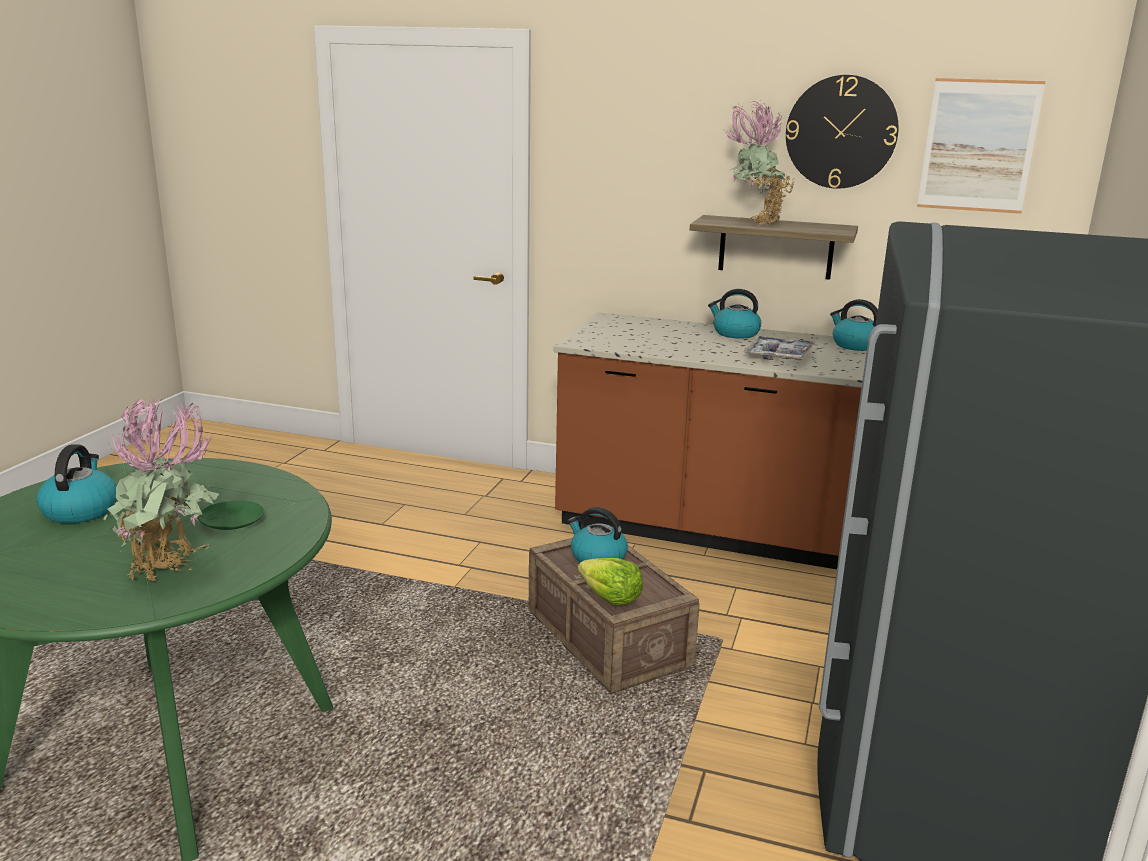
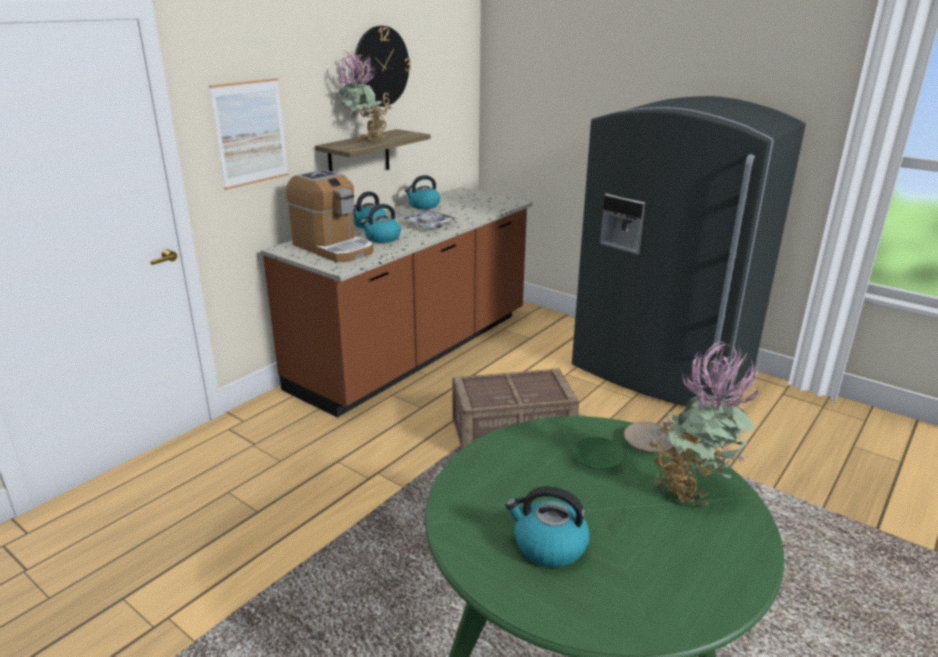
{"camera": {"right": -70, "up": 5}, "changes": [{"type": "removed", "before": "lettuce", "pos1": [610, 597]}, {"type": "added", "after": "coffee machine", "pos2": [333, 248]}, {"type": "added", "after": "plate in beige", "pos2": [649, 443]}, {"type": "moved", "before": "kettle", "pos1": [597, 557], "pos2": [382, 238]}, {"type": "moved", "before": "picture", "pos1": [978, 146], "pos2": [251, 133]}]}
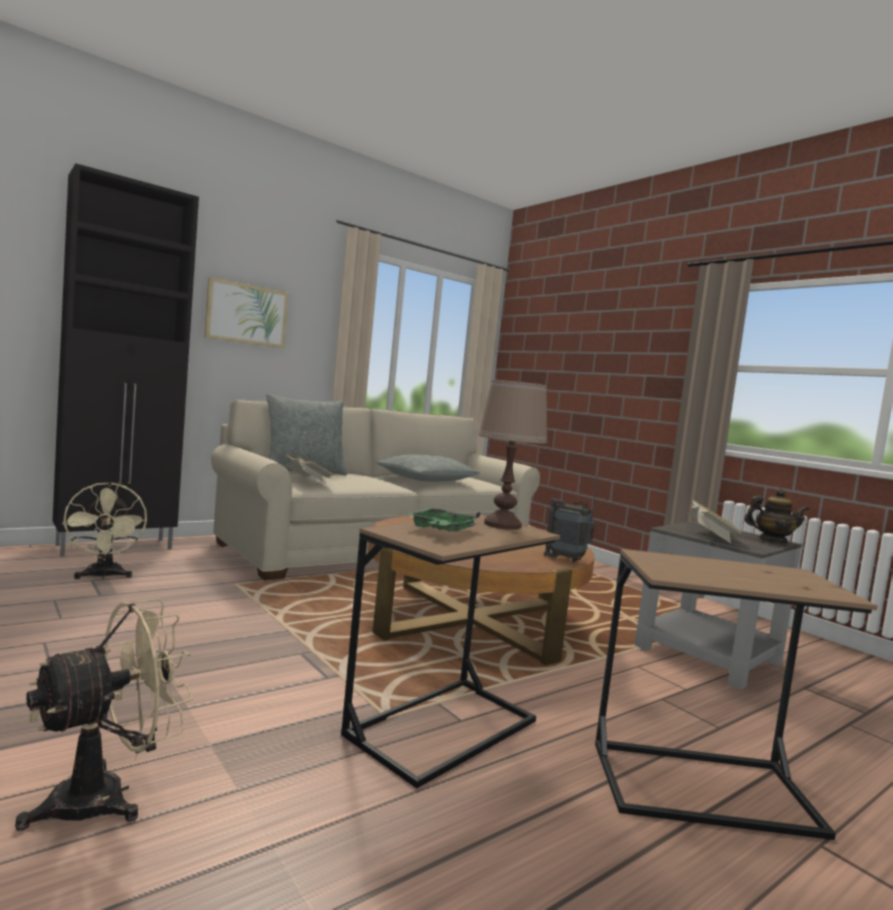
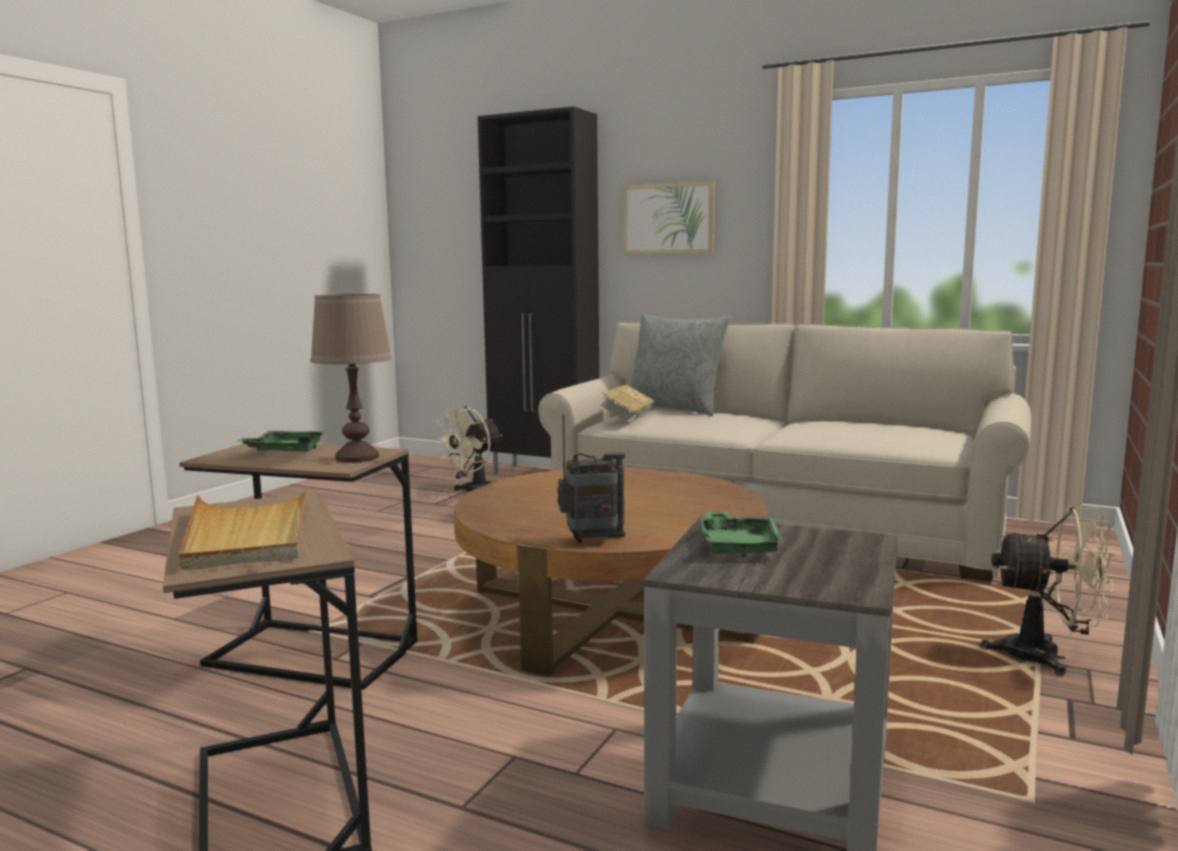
{"camera": {"right": 65, "up": 5}, "changes": [{"type": "removed", "before": "pillow in grey", "pos1": [426, 479]}, {"type": "removed", "before": "teapot", "pos1": [772, 541]}, {"type": "added", "after": "tray in beige", "pos2": [248, 534]}, {"type": "moved", "before": "fan in beige", "pos1": [107, 796], "pos2": [1047, 657]}, {"type": "replaced", "before": "book", "after": "tray in green", "pos1": [710, 535], "pos2": [738, 546]}, {"type": "turned", "before": "radio", "pos1": [567, 560], "pos2": [592, 541], "turn": 75}]}
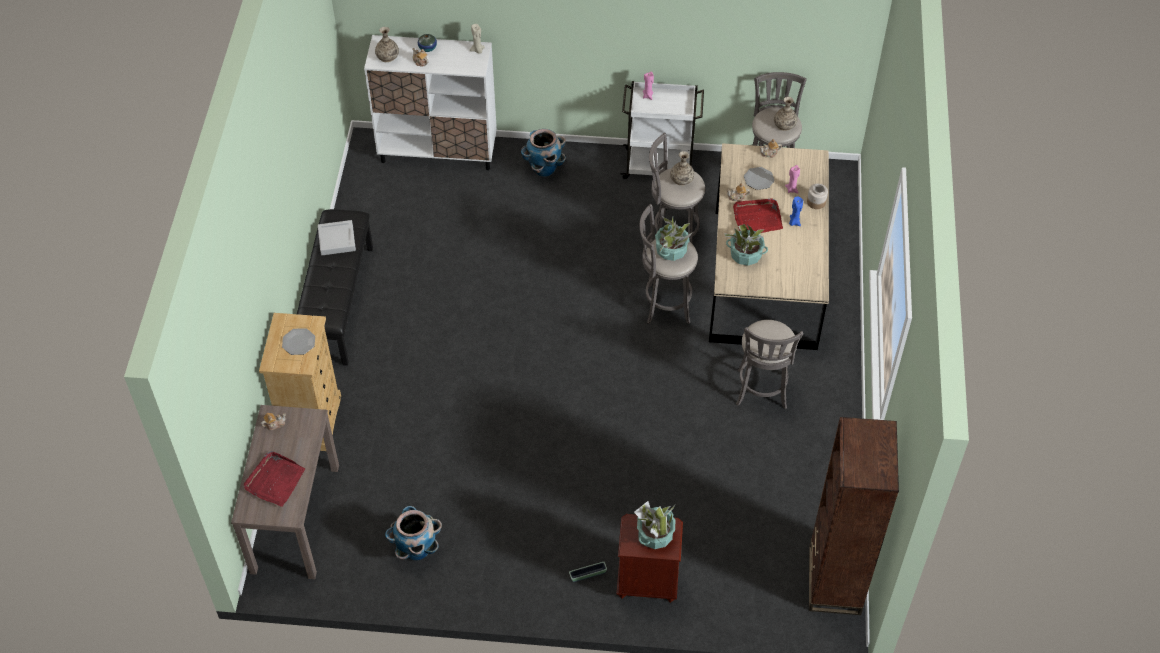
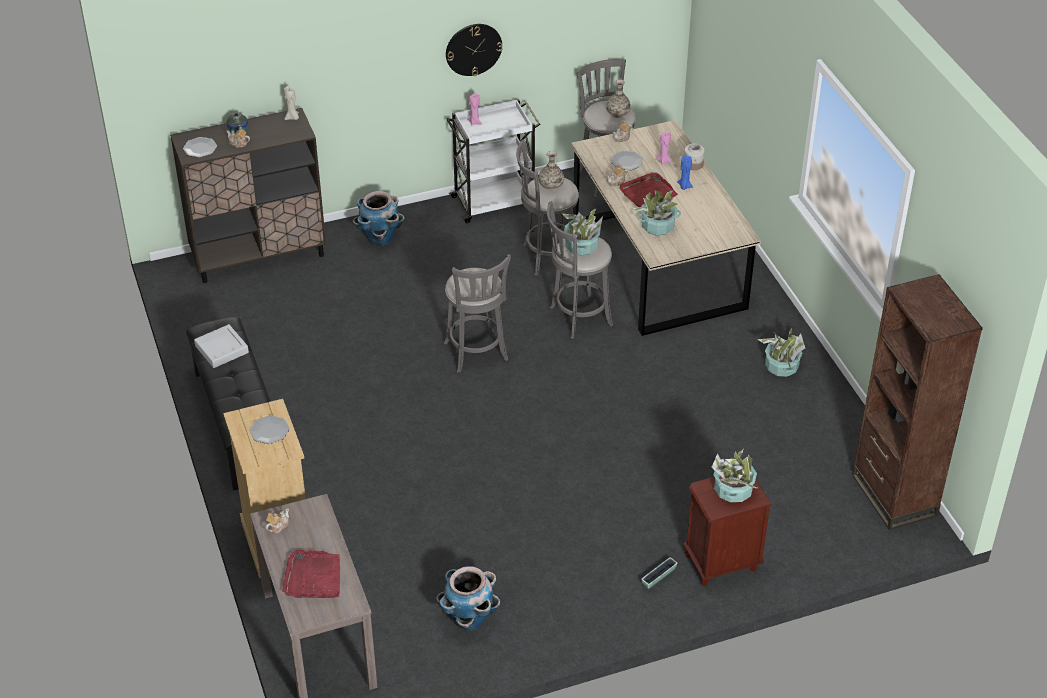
{"camera": {"right": -25, "up": -10}, "changes": [{"type": "added", "after": "wall clock", "pos2": [473, 49]}, {"type": "added", "after": "potted plant", "pos2": [781, 367]}, {"type": "moved", "before": "stool in grey", "pos1": [761, 392], "pos2": [477, 354]}, {"type": "replaced", "before": "vase", "after": "plate", "pos1": [387, 56], "pos2": [200, 148]}, {"type": "recoloured", "before": "cabinet in white", "after": "cabinet in brown", "pos1": [438, 151], "pos2": [259, 255]}]}
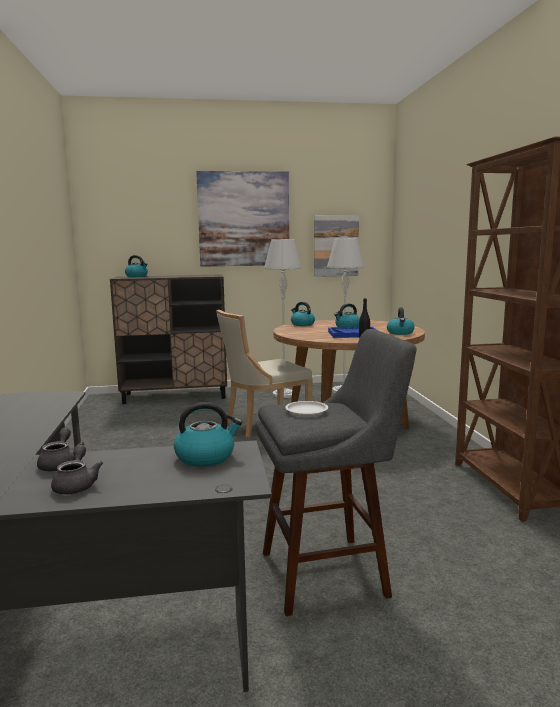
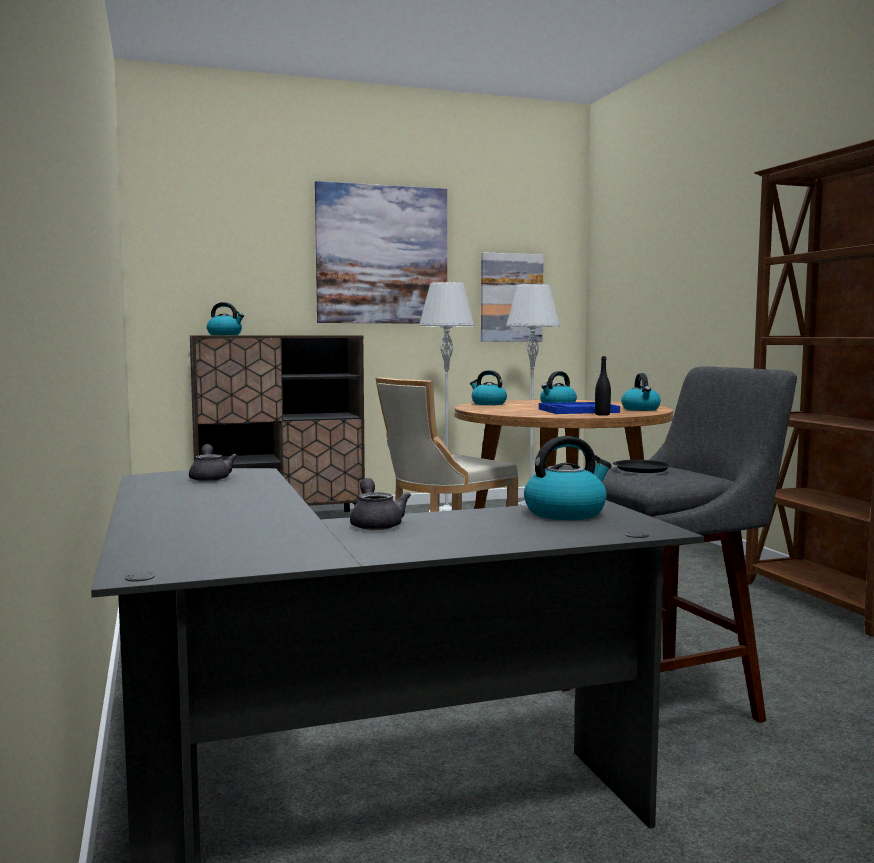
{"camera": {"right": -10, "up": -5}, "changes": [{"type": "moved", "before": "teapot in grey", "pos1": [76, 485], "pos2": [210, 478]}, {"type": "recoloured", "before": "plate in white", "after": "plate in black", "pos1": [306, 411], "pos2": [642, 470]}]}
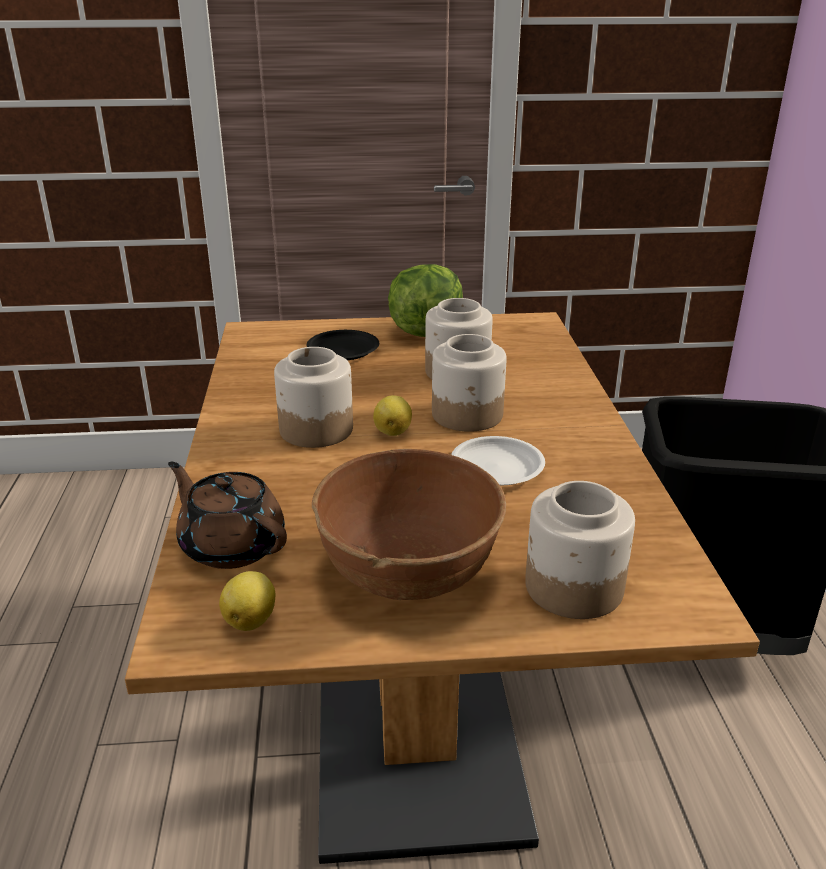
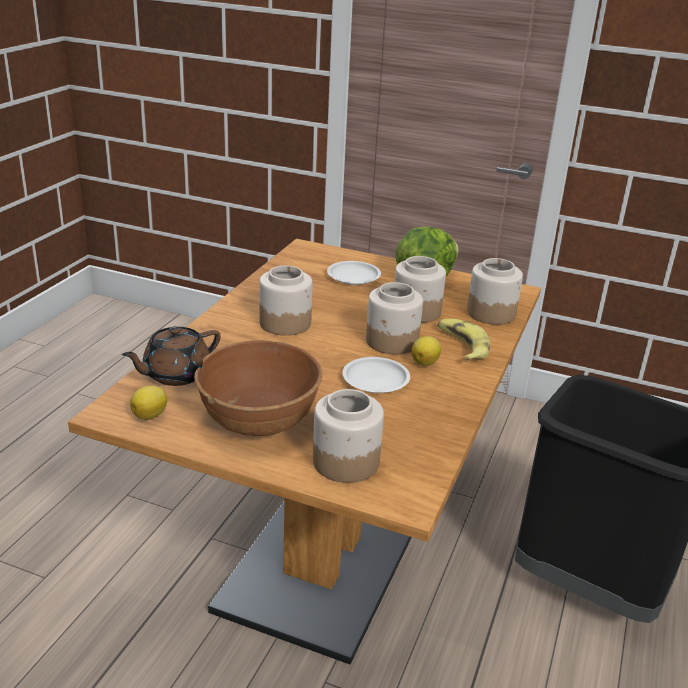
{"camera": {"right": 25, "up": 0}, "changes": [{"type": "added", "after": "banana", "pos2": [461, 346]}, {"type": "added", "after": "jar", "pos2": [491, 313]}, {"type": "moved", "before": "lemon", "pos1": [393, 431], "pos2": [425, 363]}, {"type": "recoloured", "before": "plate in black", "after": "plate in white", "pos1": [343, 350], "pos2": [353, 276]}, {"type": "turned", "before": "teapot in brown", "pos1": [231, 545], "pos2": [175, 374], "turn": -105}]}
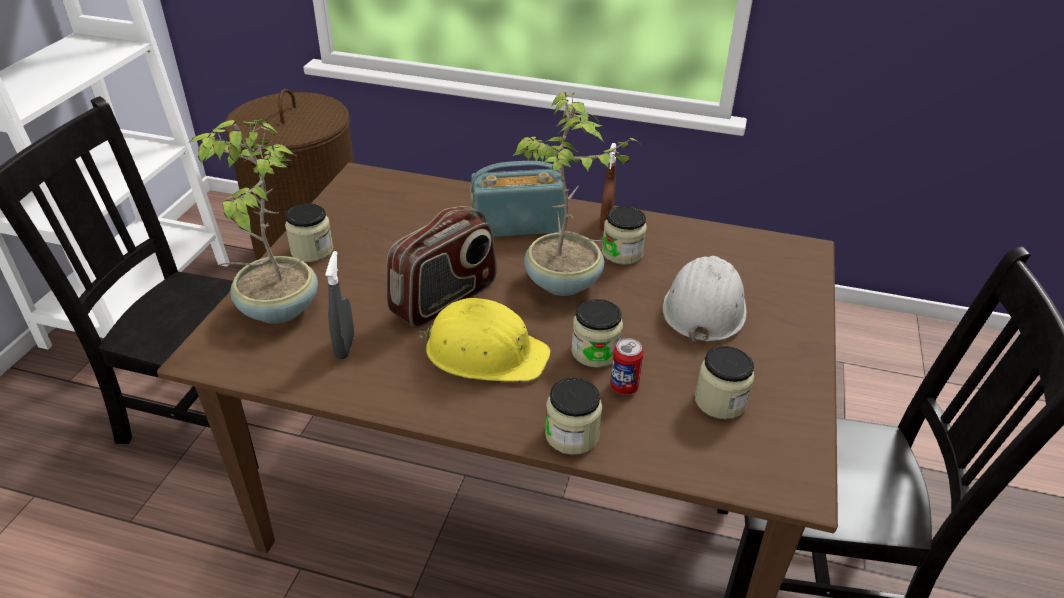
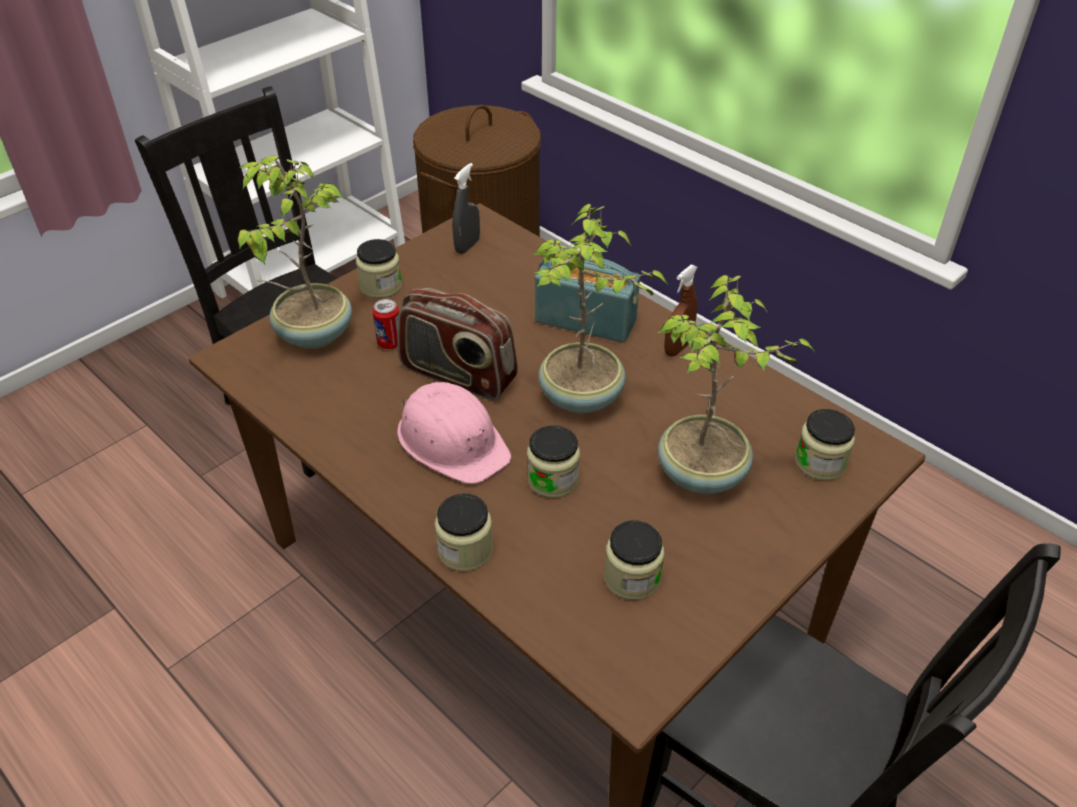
{"camera": {"right": 30, "up": 5}, "changes": [{"type": "moved", "before": "spray bottle in grey", "pos1": [345, 347], "pos2": [467, 246]}, {"type": "moved", "before": "jar", "pos1": [622, 253], "pos2": [820, 462]}, {"type": "moved", "before": "can", "pos1": [624, 387], "pos2": [390, 343]}, {"type": "replaced", "before": "hard hat in white", "after": "potted plant", "pos1": [704, 307], "pos2": [702, 475]}, {"type": "recoloured", "before": "hard hat in yellow", "after": "hard hat in pink", "pos1": [485, 352], "pos2": [452, 440]}, {"type": "turned", "before": "radio", "pos1": [444, 299], "pos2": [457, 375], "turn": 45}]}
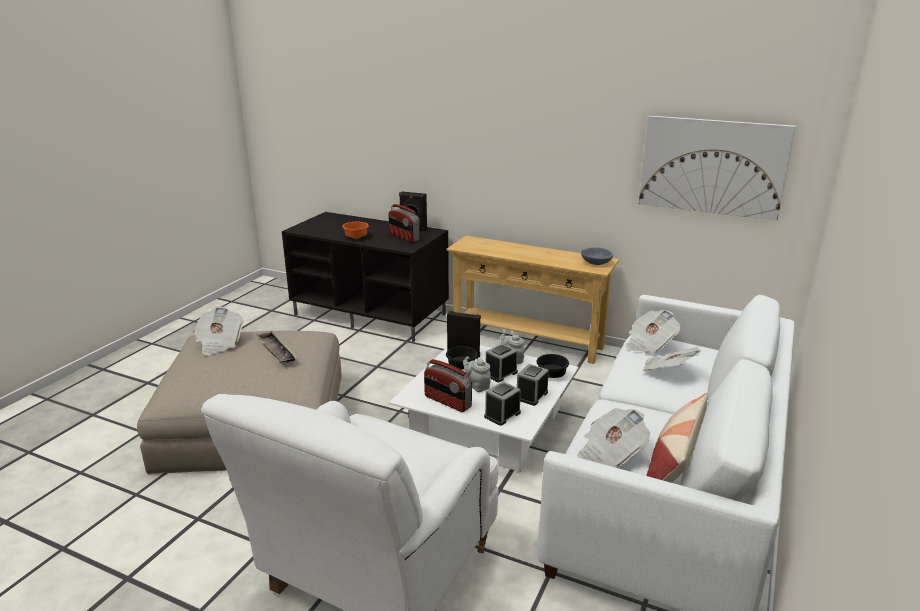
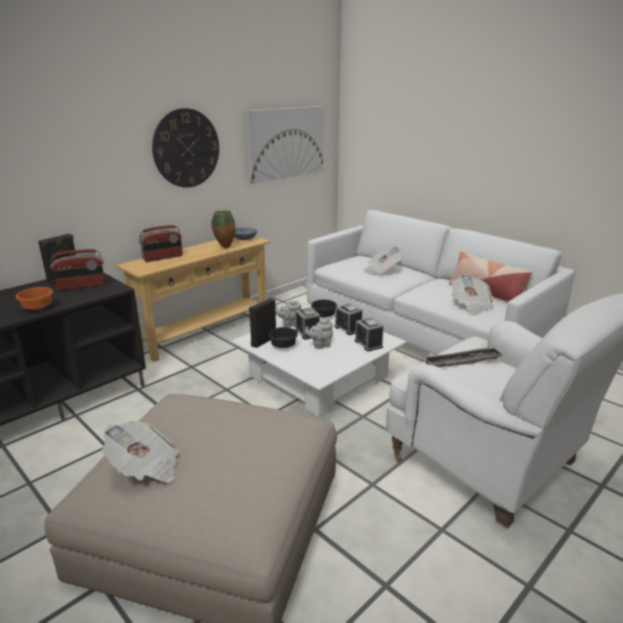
{"camera": {"right": -70, "up": 0}, "changes": [{"type": "removed", "before": "newspaper", "pos1": [649, 344]}, {"type": "added", "after": "wall clock", "pos2": [186, 148]}, {"type": "added", "after": "vase", "pos2": [224, 247]}, {"type": "moved", "before": "tray", "pos1": [276, 351], "pos2": [462, 361]}, {"type": "moved", "before": "radio", "pos1": [447, 402], "pos2": [163, 258]}]}
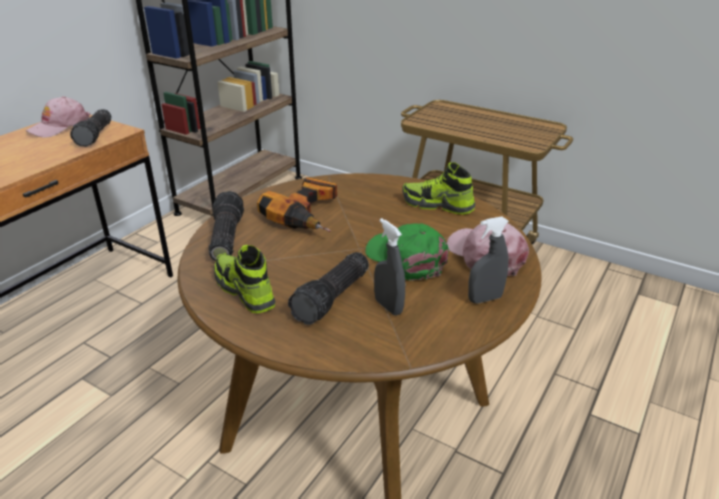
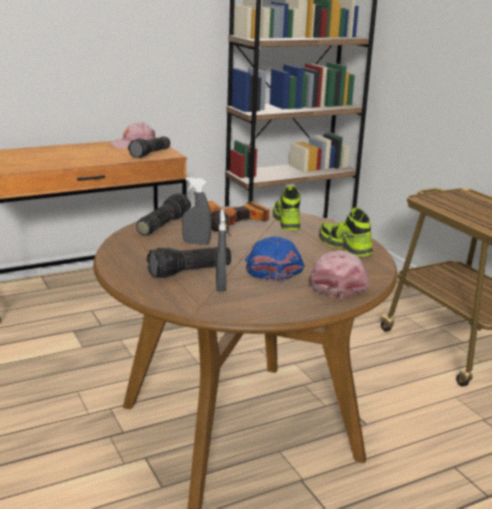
{"camera": {"right": 30, "up": -10}, "changes": [{"type": "moved", "before": "shoe", "pos1": [244, 291], "pos2": [286, 221]}, {"type": "moved", "before": "spray bottle in grey", "pos1": [485, 299], "pos2": [196, 243]}, {"type": "recoloured", "before": "cap in green", "after": "cap in blue", "pos1": [406, 259], "pos2": [271, 267]}]}
